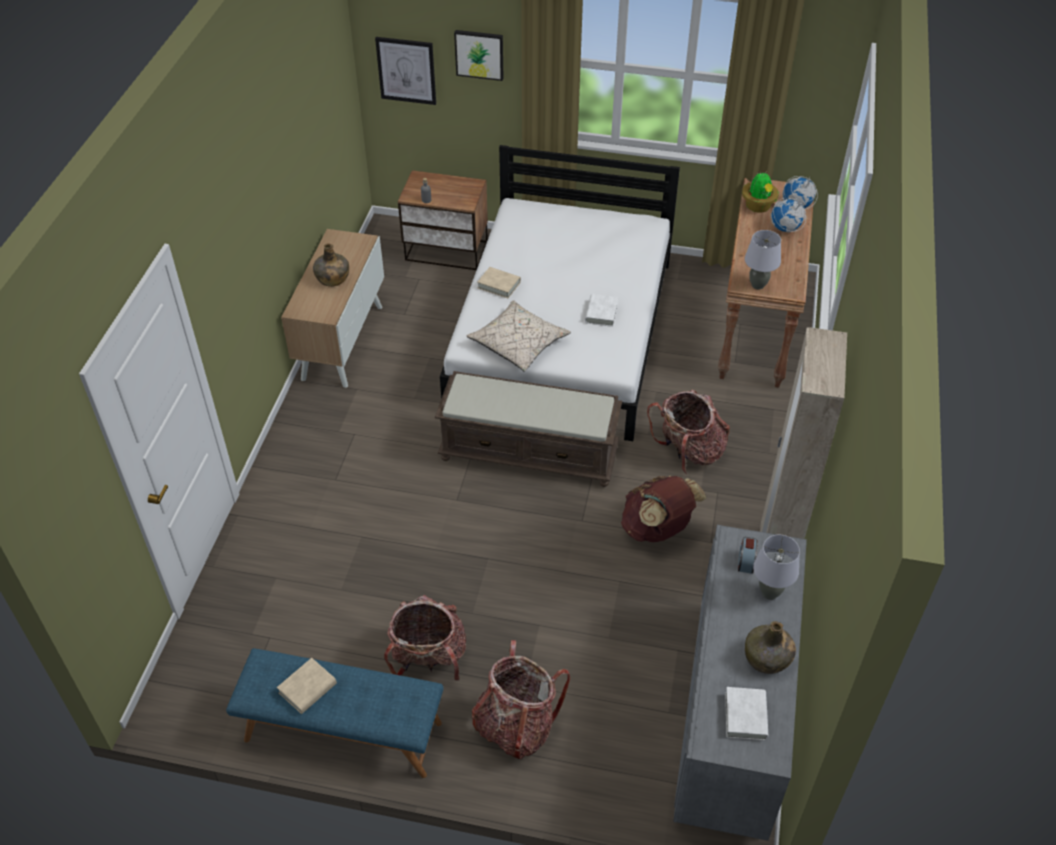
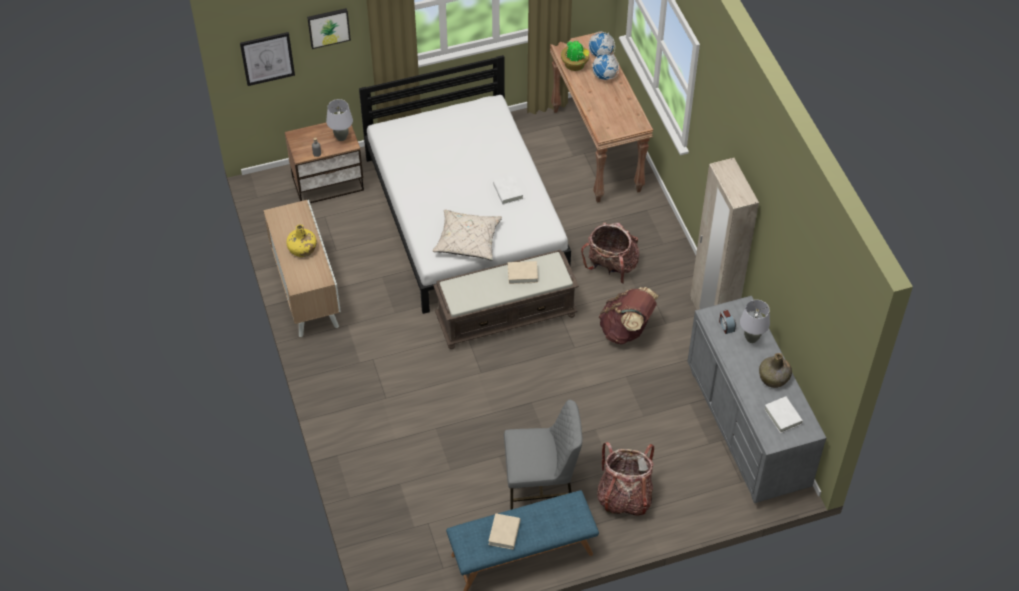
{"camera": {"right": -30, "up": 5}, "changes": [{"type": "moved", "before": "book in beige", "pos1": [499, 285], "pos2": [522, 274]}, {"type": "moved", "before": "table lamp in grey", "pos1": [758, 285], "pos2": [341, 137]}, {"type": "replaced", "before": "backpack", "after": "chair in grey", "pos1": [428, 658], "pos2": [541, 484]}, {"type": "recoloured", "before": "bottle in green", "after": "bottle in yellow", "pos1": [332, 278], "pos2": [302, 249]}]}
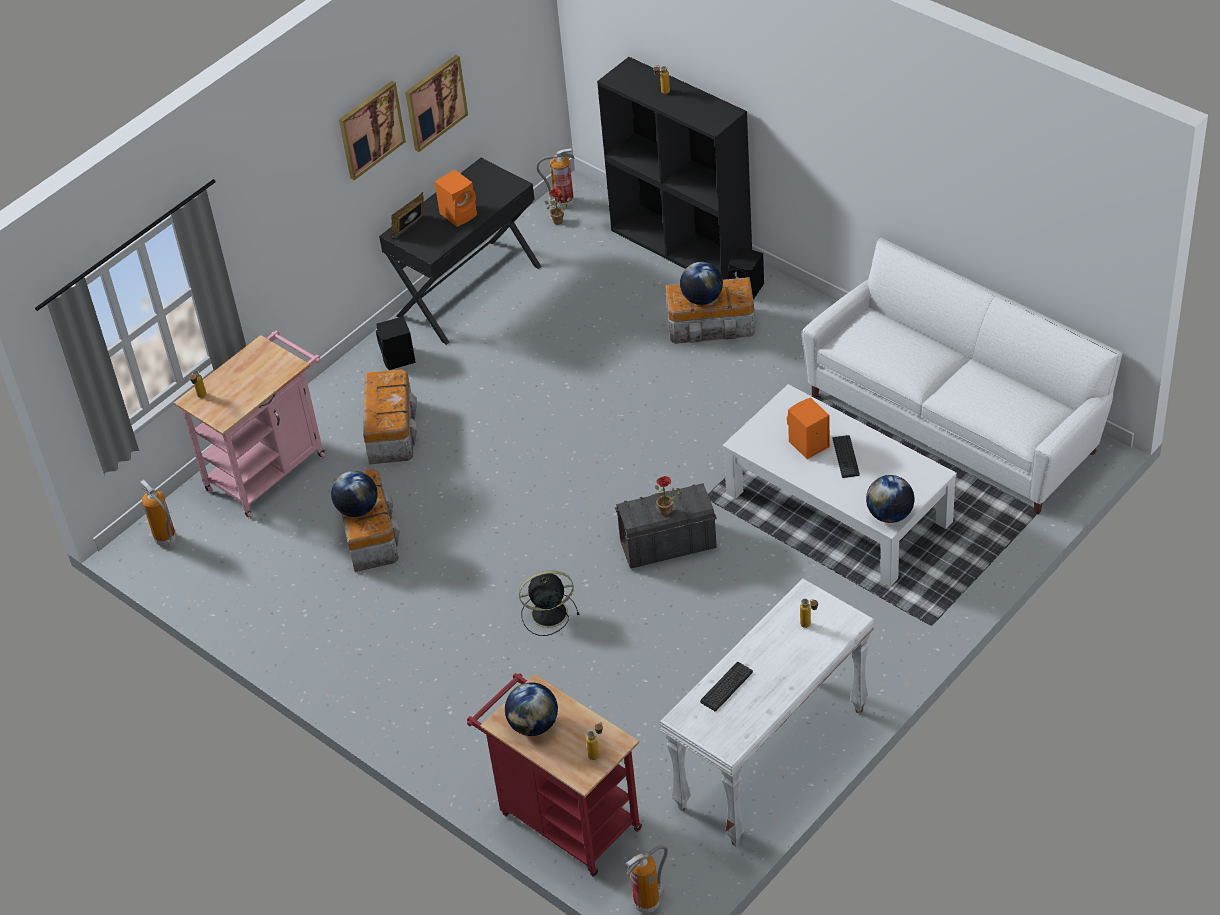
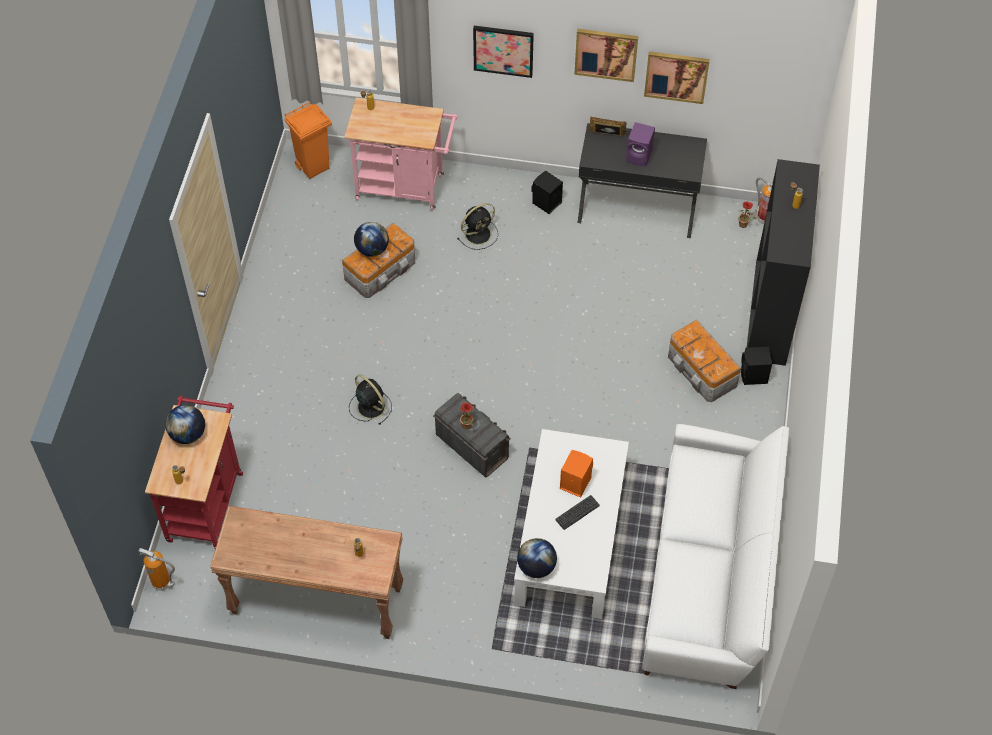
{"camera": {"right": 55, "up": 10}, "changes": [{"type": "removed", "before": "globe", "pos1": [702, 299]}, {"type": "removed", "before": "keyboard", "pos1": [726, 687]}, {"type": "added", "after": "picture", "pos2": [503, 50]}, {"type": "replaced", "before": "fire extinguisher", "after": "trash can in orange", "pos1": [166, 540], "pos2": [314, 167]}, {"type": "replaced", "before": "storage box", "after": "fan in black", "pos1": [391, 430], "pos2": [479, 234]}, {"type": "recoloured", "before": "speaker in orange", "after": "speaker in purple", "pos1": [459, 214], "pos2": [640, 156]}, {"type": "recoloured", "before": "console table in white", "after": "console table in brown", "pos1": [772, 760], "pos2": [316, 602]}]}
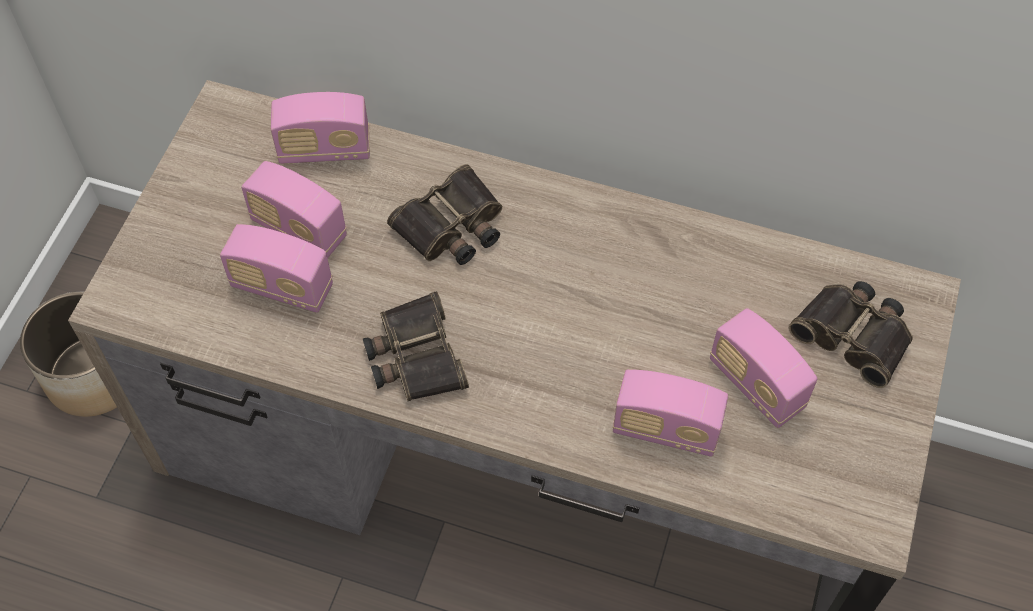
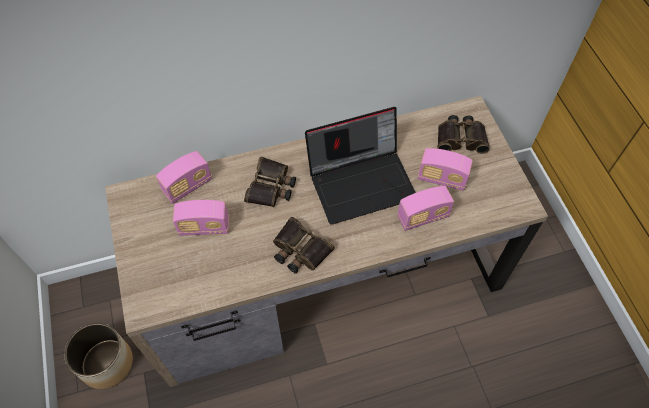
{"camera": {"right": -35, "up": 0}, "changes": [{"type": "removed", "before": "radio", "pos1": [282, 287]}, {"type": "added", "after": "laptop", "pos2": [362, 181]}]}
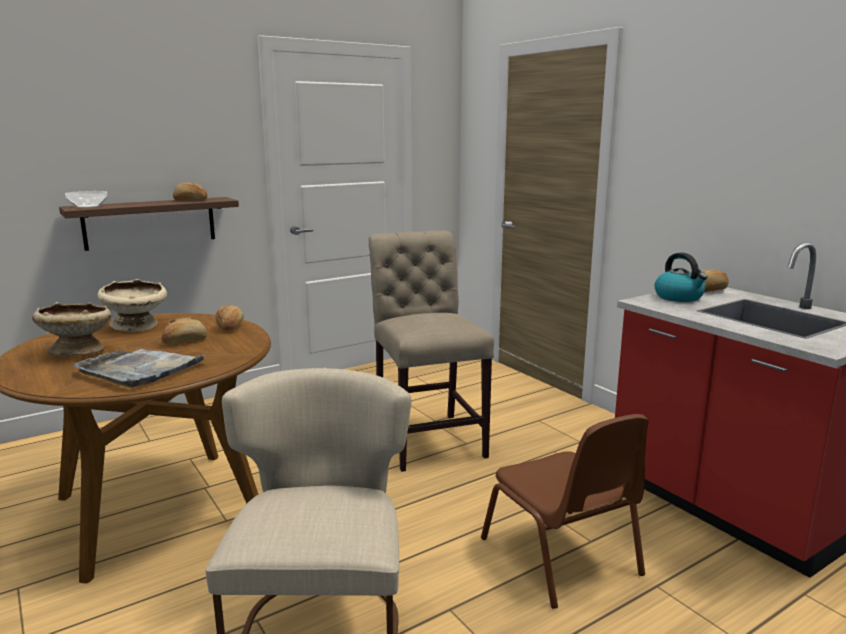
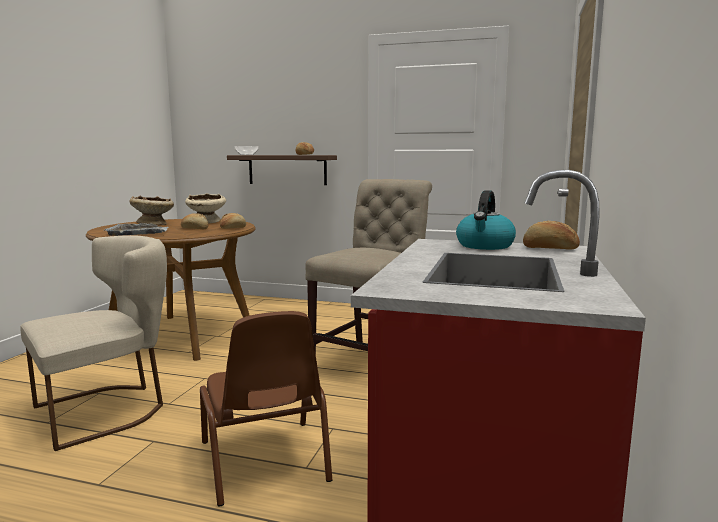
{"camera": {"right": 50, "up": -5}, "changes": [{"type": "turned", "before": "chair in brown", "pos1": [562, 557], "pos2": [265, 462], "turn": -45}]}
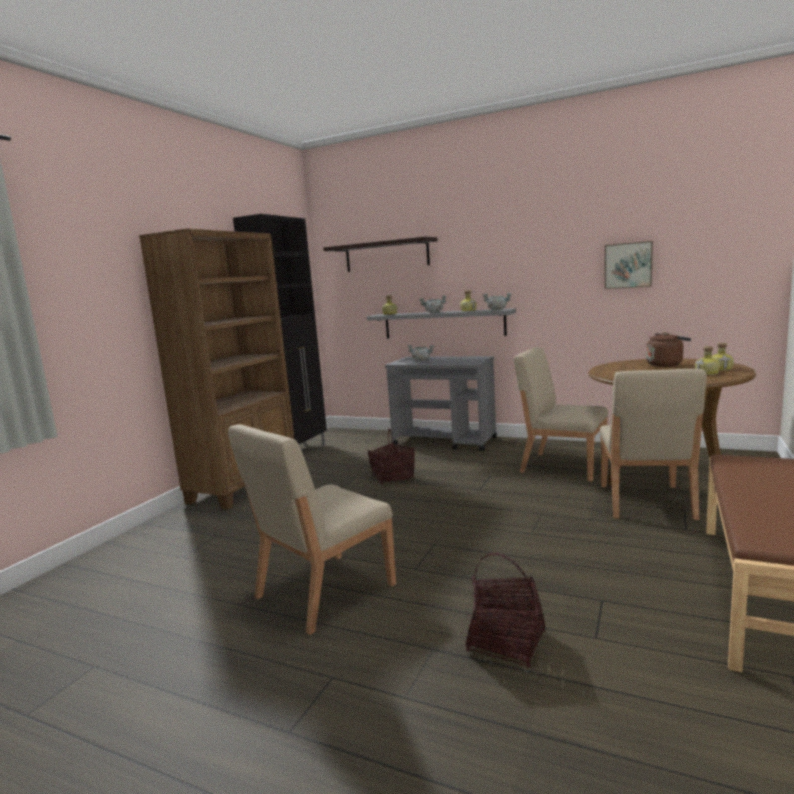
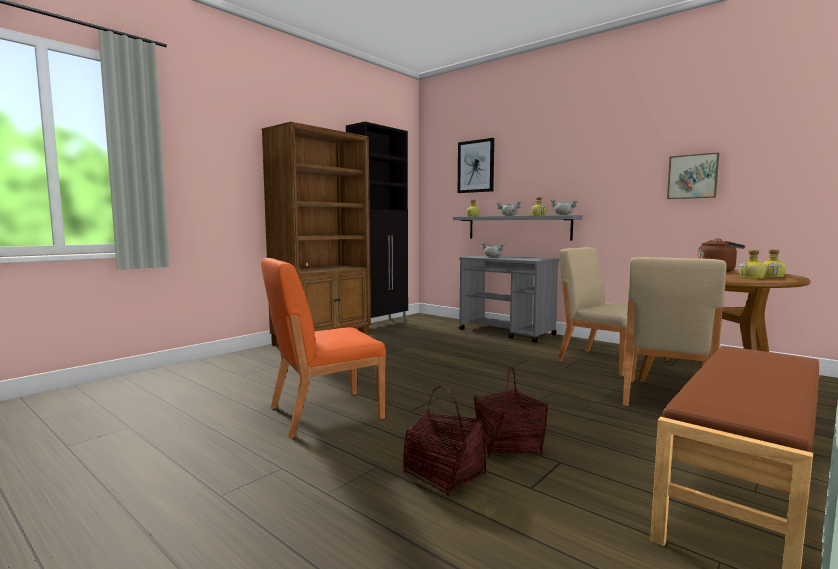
{"camera": {"right": 15, "up": -5}, "changes": [{"type": "moved", "before": "basket", "pos1": [393, 477], "pos2": [509, 444]}, {"type": "replaced", "before": "shelf", "after": "picture", "pos1": [386, 255], "pos2": [476, 166]}, {"type": "recoloured", "before": "chair in beige", "after": "chair in orange", "pos1": [323, 591], "pos2": [324, 413]}]}
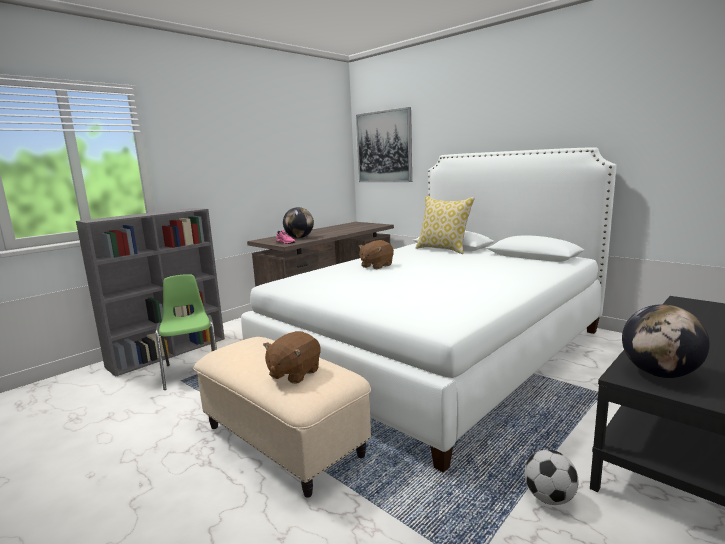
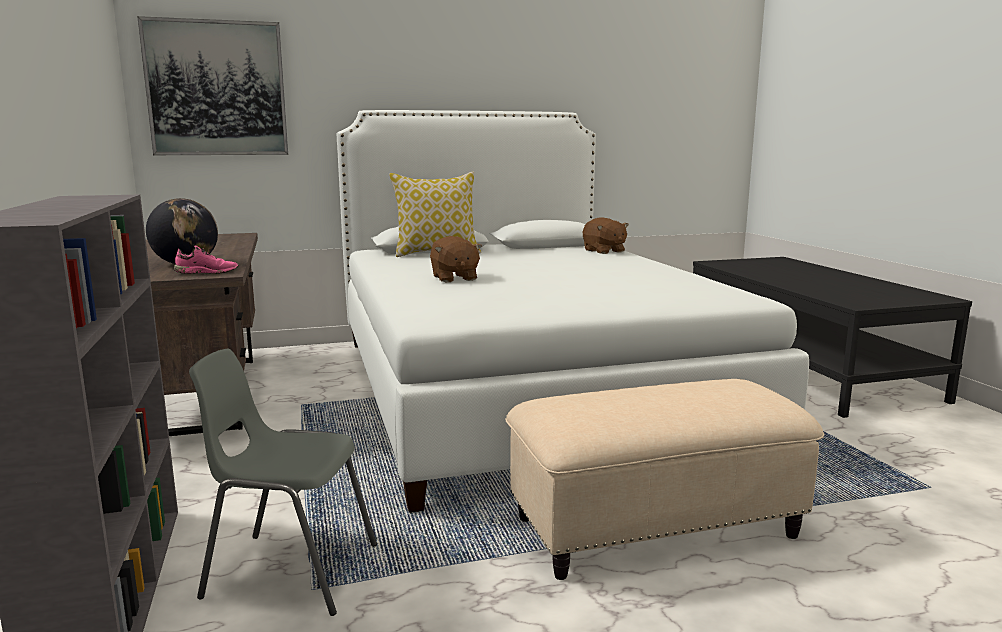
{"camera": {"right": -60, "up": 0}, "changes": [{"type": "removed", "before": "football", "pos1": [549, 498]}, {"type": "removed", "before": "globe", "pos1": [659, 374]}, {"type": "moved", "before": "plush toy in brown", "pos1": [294, 373], "pos2": [604, 251]}, {"type": "recoloured", "before": "chair in green", "after": "chair in grey", "pos1": [192, 372], "pos2": [290, 571]}]}
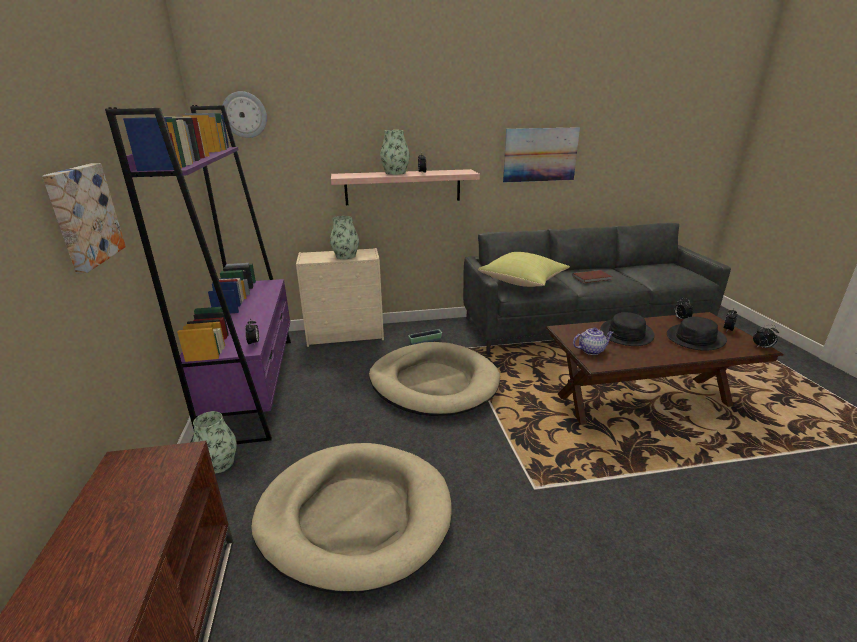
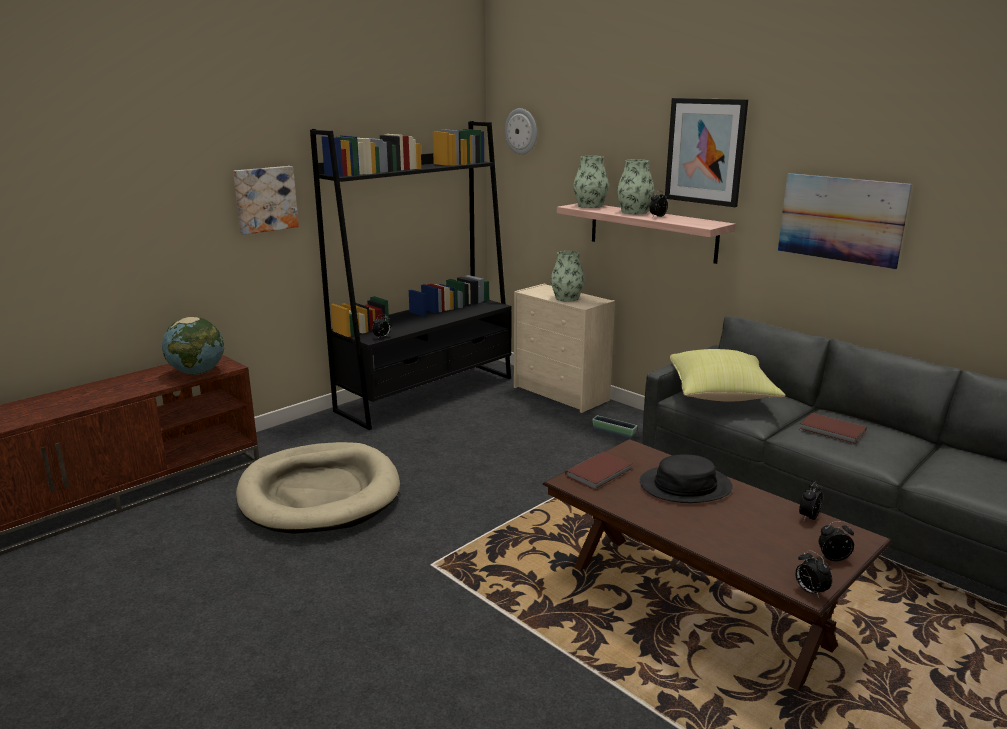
{"camera": {"right": 55, "up": -5}, "changes": [{"type": "removed", "before": "dog bed in beige", "pos1": [433, 383]}, {"type": "removed", "before": "hat in black", "pos1": [696, 338]}, {"type": "added", "after": "globe", "pos2": [197, 372]}, {"type": "added", "after": "picture", "pos2": [705, 151]}, {"type": "moved", "before": "vase", "pos1": [219, 463], "pos2": [590, 206]}, {"type": "replaced", "before": "teapot", "after": "book in brown", "pos1": [591, 350], "pos2": [601, 473]}, {"type": "recoloured", "before": "bookcase in purple", "after": "bookcase in black", "pos1": [253, 385], "pos2": [427, 394]}]}
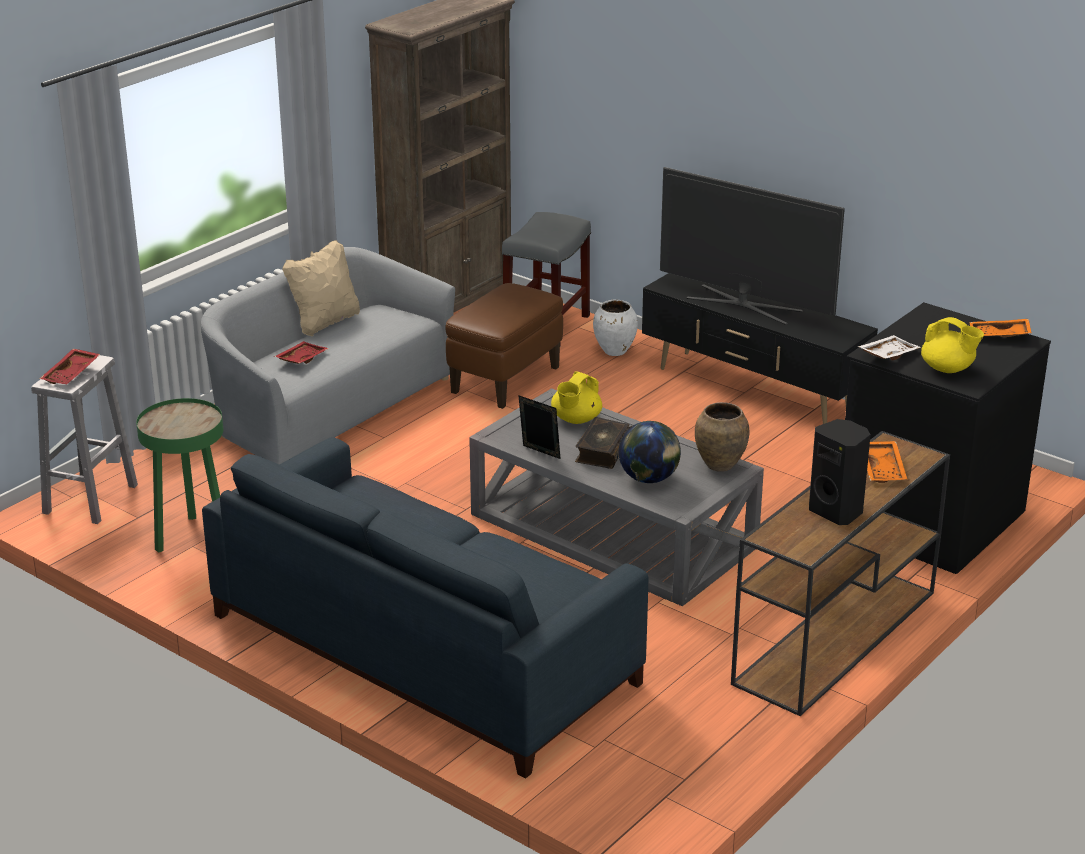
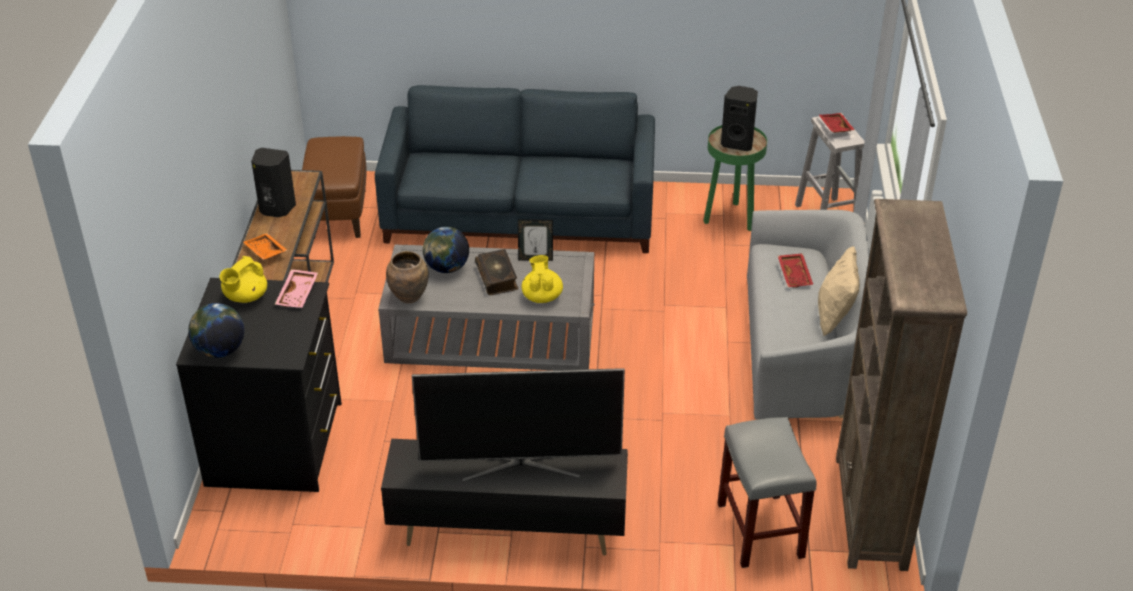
{"camera": {"right": 145, "up": 10}, "changes": [{"type": "removed", "before": "vase in white", "pos1": [615, 351]}, {"type": "added", "after": "speaker in black", "pos2": [738, 143]}, {"type": "moved", "before": "ottoman in brown", "pos1": [506, 380], "pos2": [338, 214]}, {"type": "replaced", "before": "tray in orange", "after": "globe", "pos1": [999, 336], "pos2": [220, 351]}, {"type": "recoloured", "before": "tray in white", "after": "tray in pink", "pos1": [887, 354], "pos2": [298, 294]}, {"type": "turned", "before": "teapot in yellow", "pos1": [948, 369], "pos2": [245, 297], "turn": -60}]}
